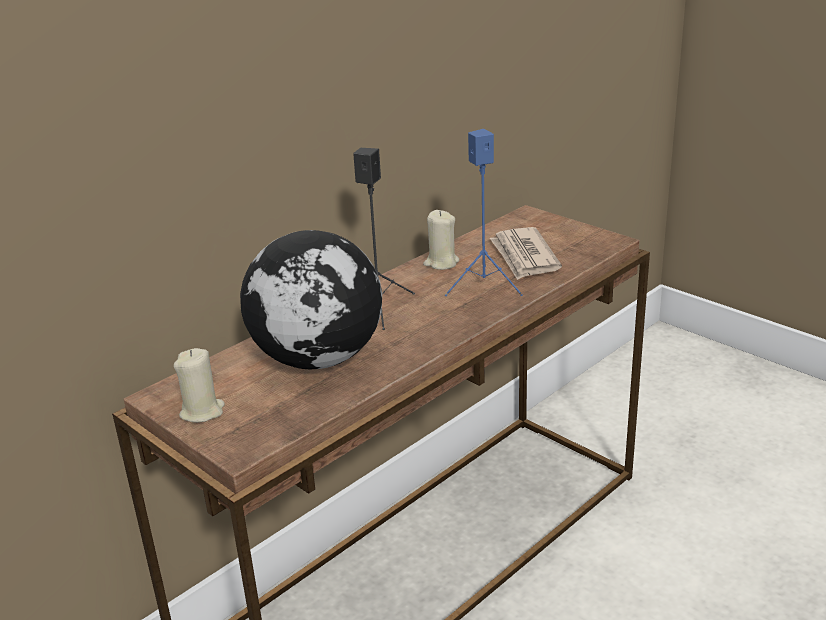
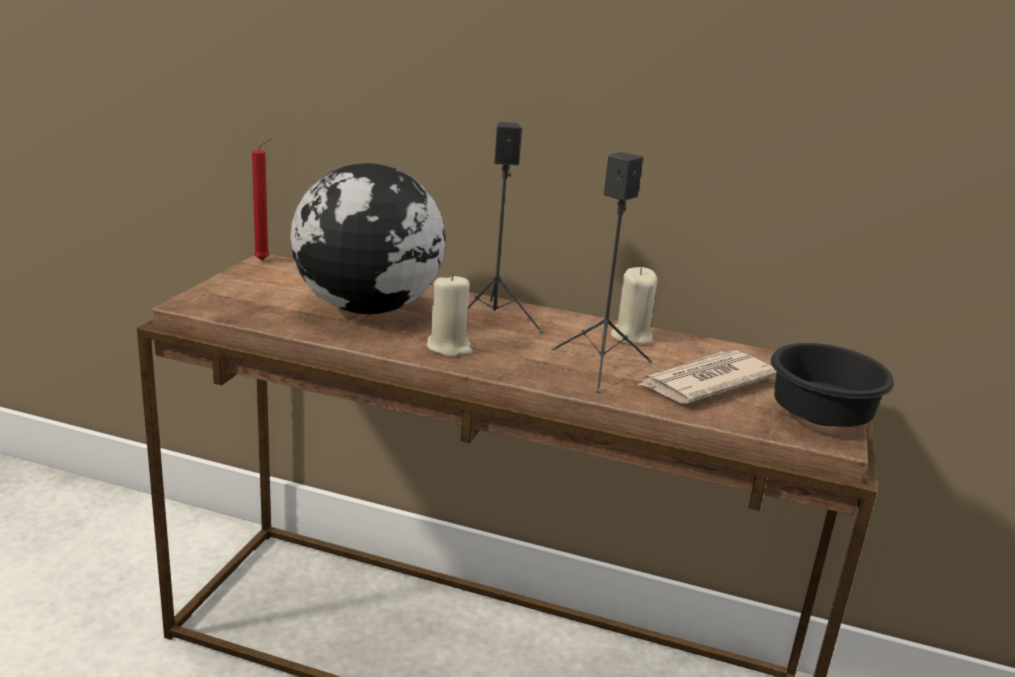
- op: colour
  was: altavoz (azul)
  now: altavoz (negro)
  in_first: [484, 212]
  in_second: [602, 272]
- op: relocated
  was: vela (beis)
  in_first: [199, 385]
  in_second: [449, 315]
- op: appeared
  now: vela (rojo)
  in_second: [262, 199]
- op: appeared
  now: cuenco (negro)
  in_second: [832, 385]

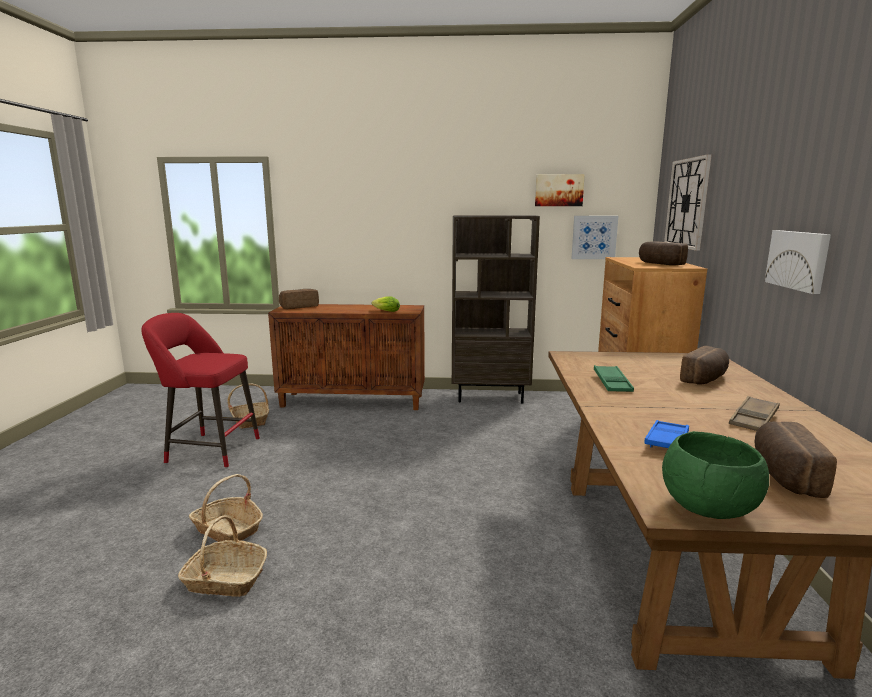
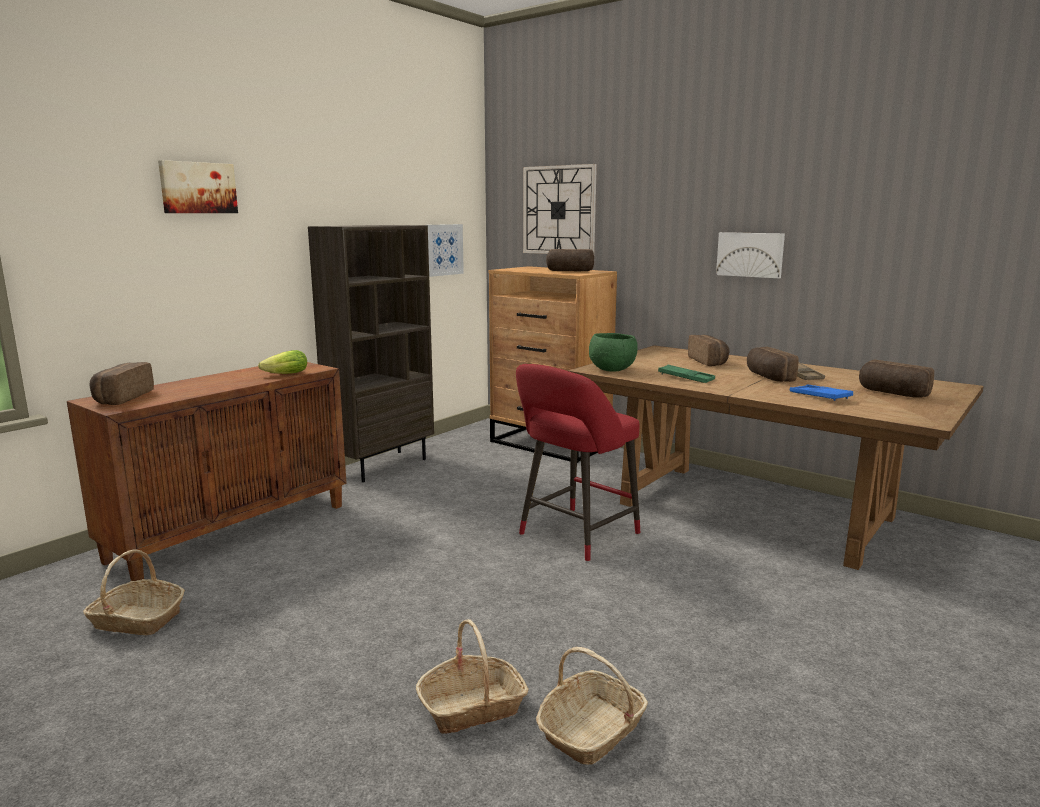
- op: relocated
  was: cuadro
  in_first: [560, 190]
  in_second: [198, 186]
- op: relocated
  was: taburete (rojo)
  in_first: [200, 390]
  in_second: [578, 463]
- op: relocated
  was: cuenco (verde)
  in_first: [715, 475]
  in_second: [613, 352]
- op: appeared
  now: pan
  in_second: [772, 364]

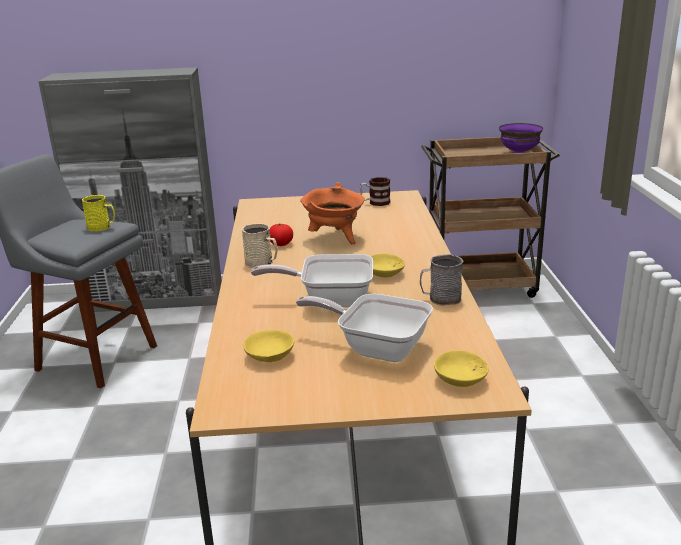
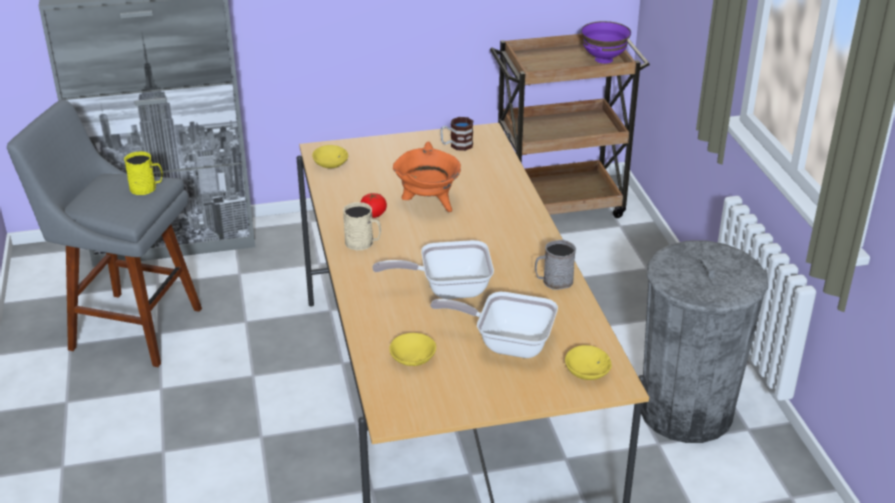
- op: relocated
  was: cuenco (amarillo)
  in_first: [388, 265]
  in_second: [330, 156]
- op: appeared
  now: papelera (gris)
  in_second: [704, 342]

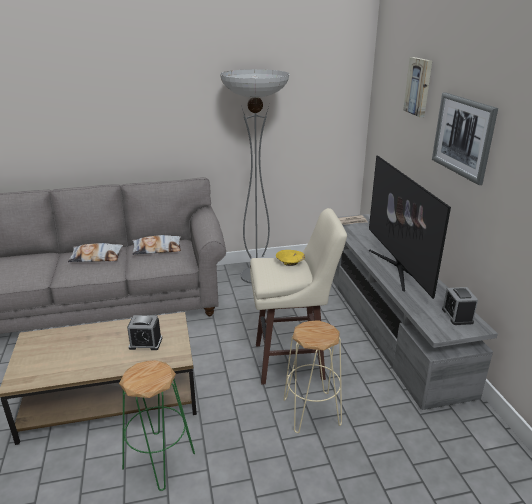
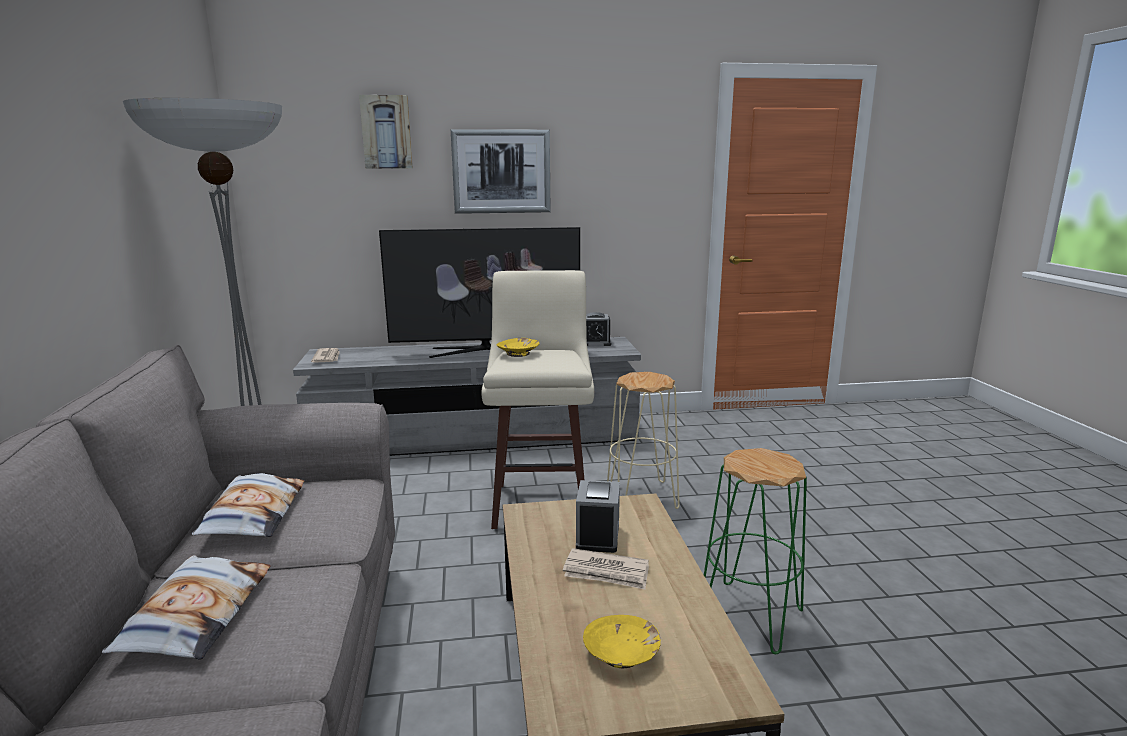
- op: appeared
  now: periódico
  in_second: [606, 569]
- op: appeared
  now: cuenco (amarillo)
  in_second: [622, 641]

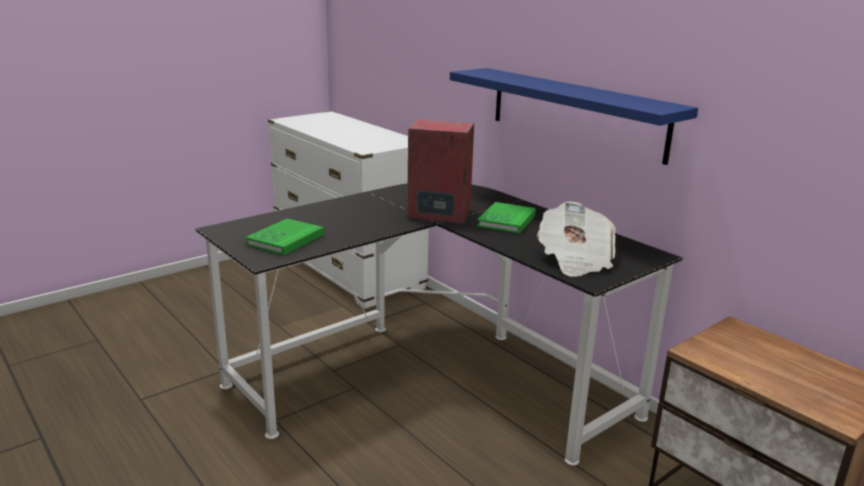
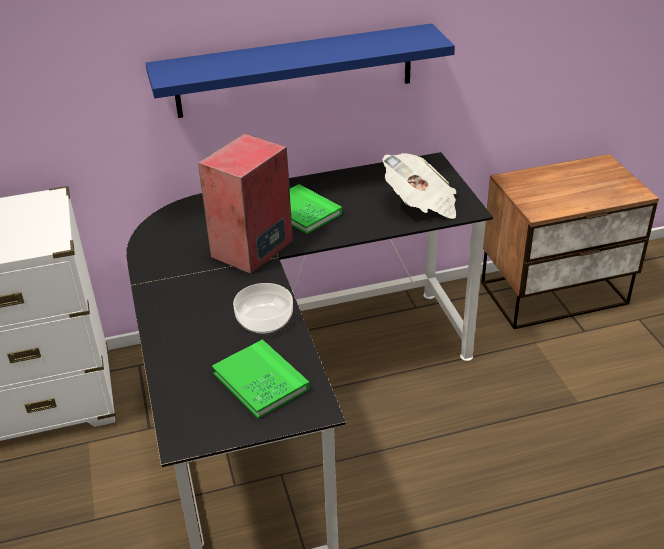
- op: appeared
  now: cuenco
  in_second: [263, 308]

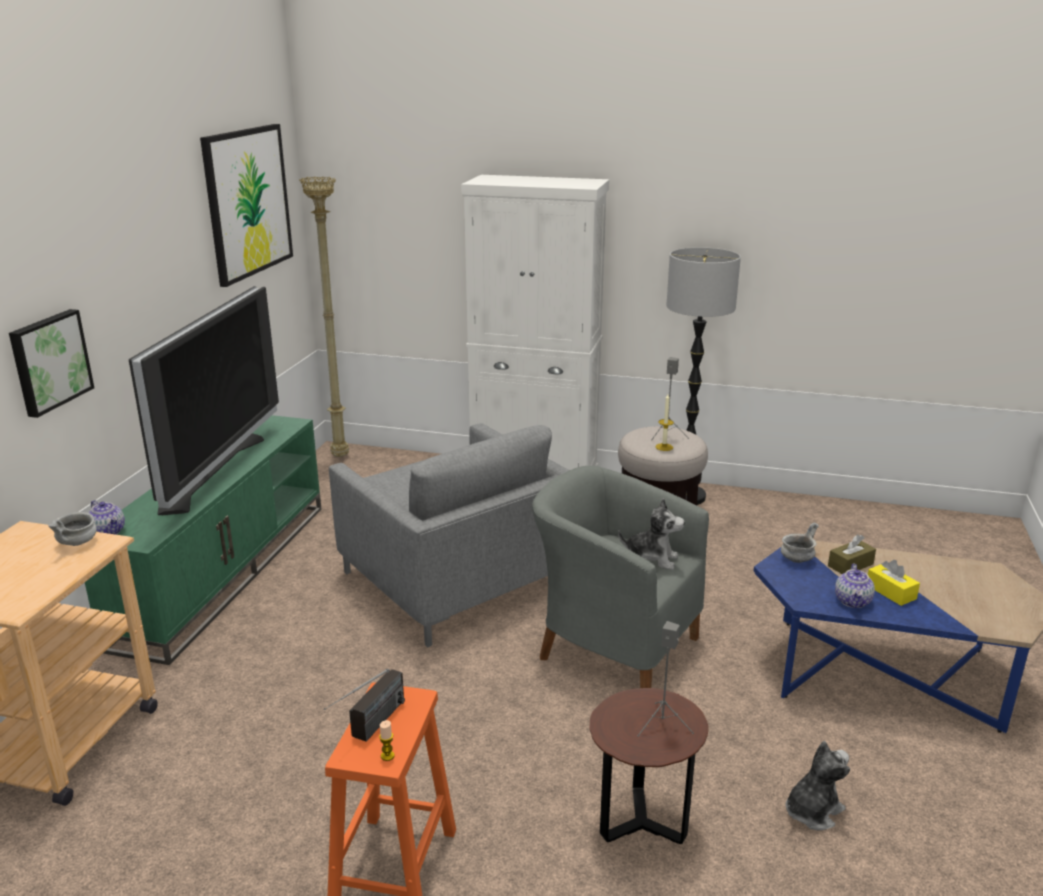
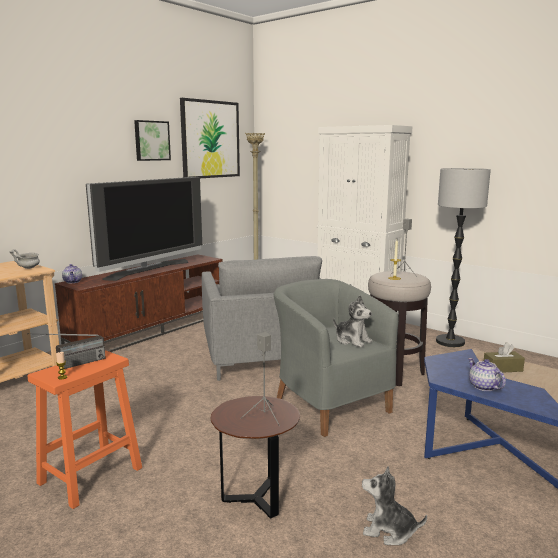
- op: relocated
  was: cuadro
  in_first: [51, 363]
  in_second: [152, 140]
- op: colour
  was: mueble de televisión (verde)
  now: mueble de televisión (marrón)
  in_first: [203, 540]
  in_second: [139, 303]
- op: missing
  was: cuenco (gris)
  in_first: [800, 543]
- op: missing
  was: caja de pañuelos (amarillo)
  in_first: [894, 583]
- op: spun
  was: tetera
  in_first: [855, 586]
  in_second: [487, 374]
  clockwise: 120
- op: spun
  was: peluche
  in_first: [817, 786]
  in_second: [394, 505]
  clockwise: -150

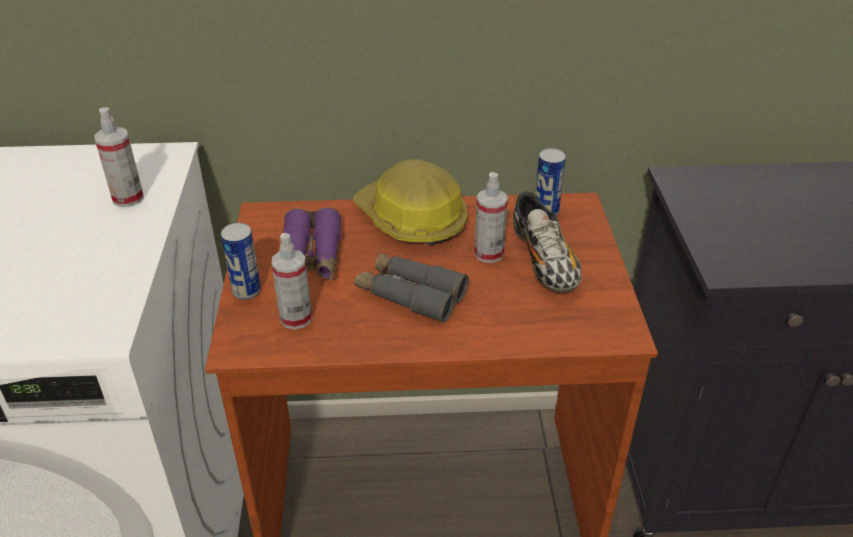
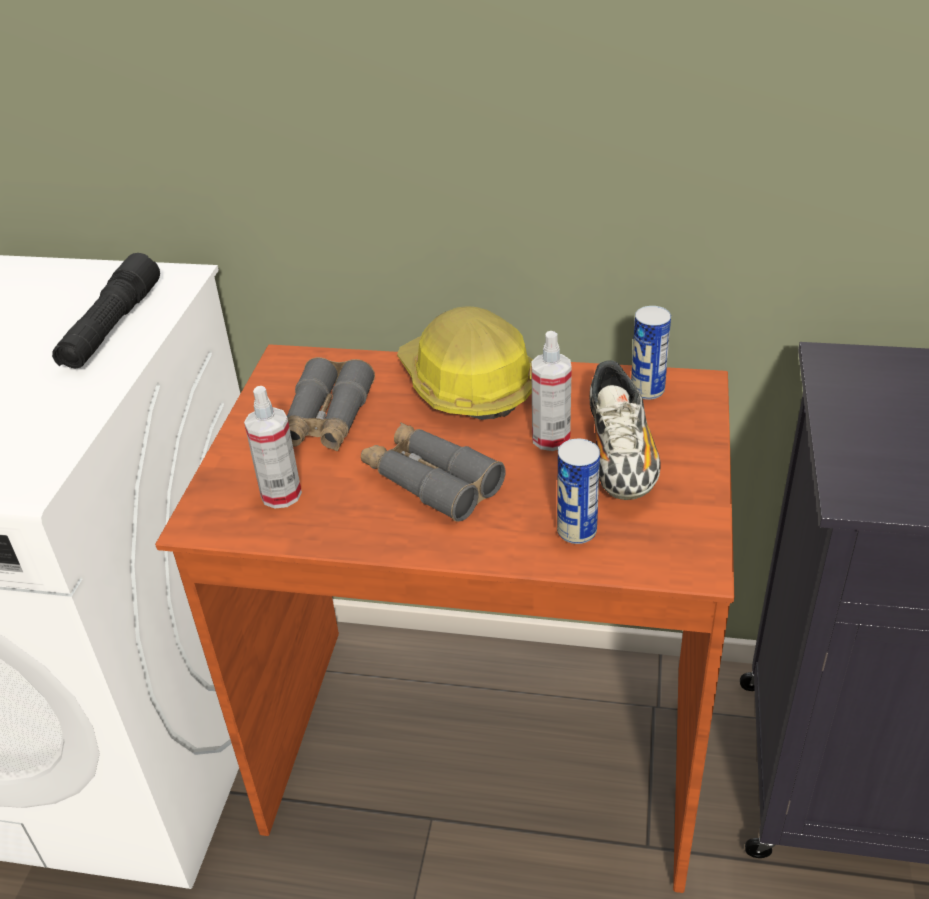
- op: exchanged
  was: pulverizador
  now: linterna (negro)
  in_first: [119, 157]
  in_second: [106, 310]
- op: colour
  was: prismáticos (morado)
  now: prismáticos (gris)
  in_first: [312, 243]
  in_second: [331, 404]
- op: relocated
  was: lata
  in_first: [241, 261]
  in_second: [578, 491]

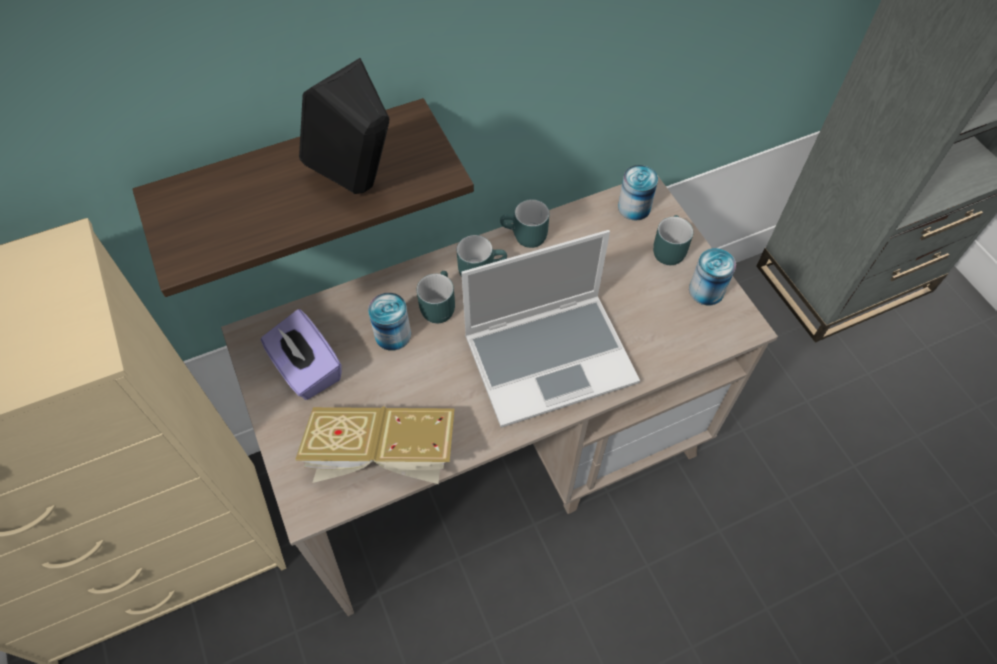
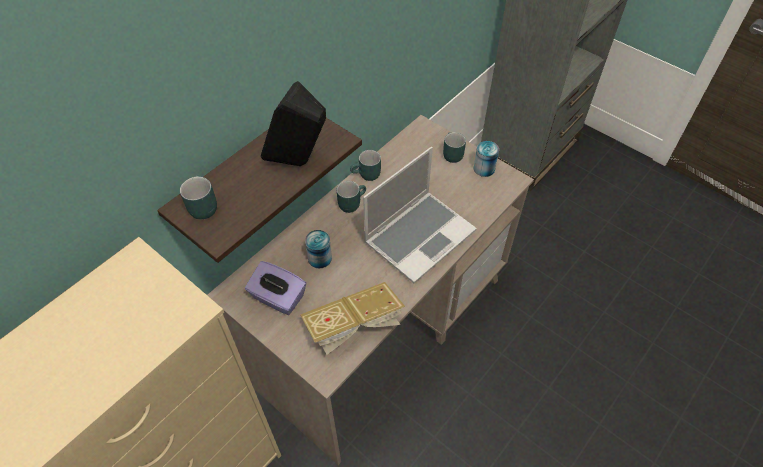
- op: missing
  was: lata
  in_first: [638, 193]
- op: relocated
  was: taza grande (turquesa)
  in_first: [436, 297]
  in_second: [198, 198]

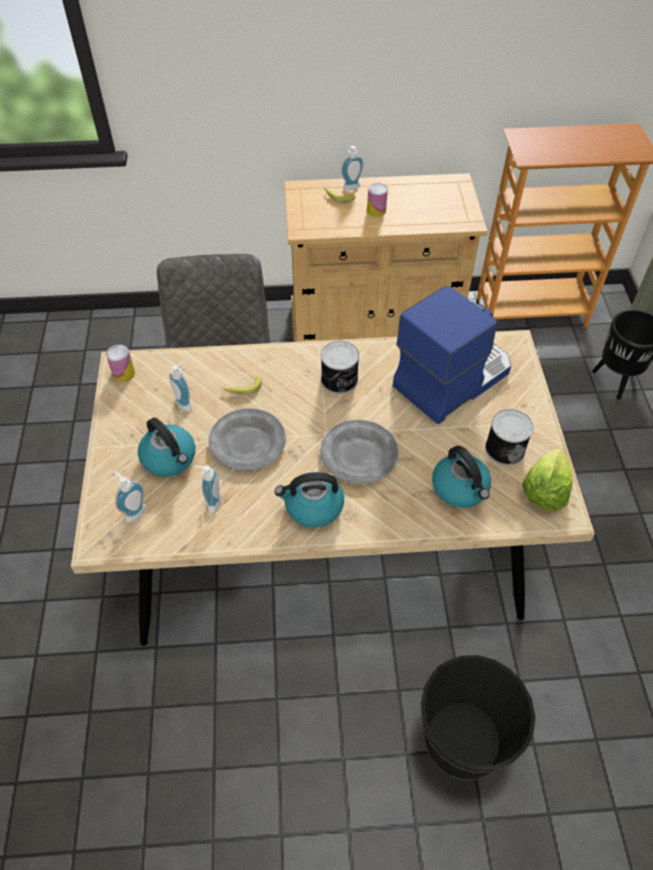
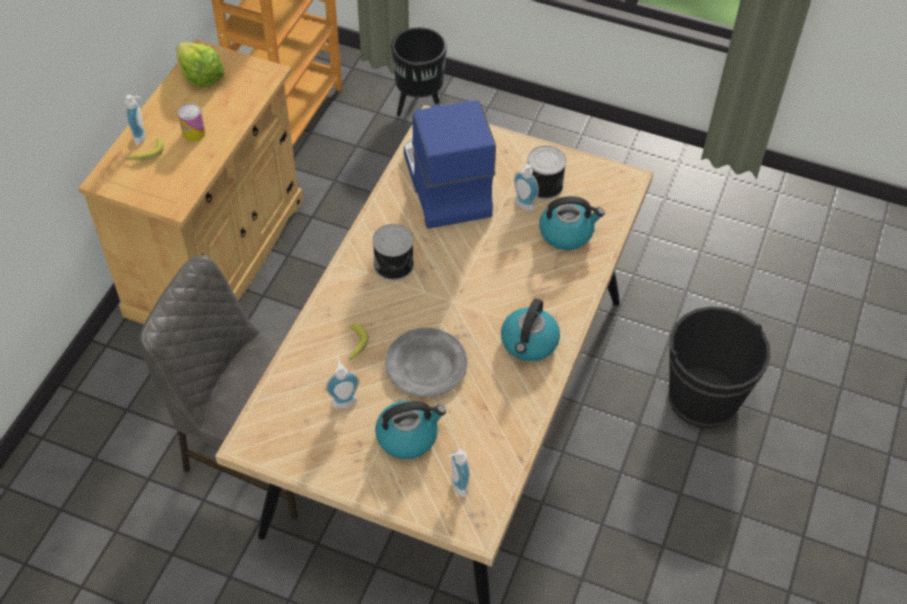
- op: missing
  was: lata
  in_first: [120, 363]
- op: missing
  was: plato (gris)
  in_first: [359, 452]
- op: relocated
  was: lechuga
  in_first: [547, 480]
  in_second: [200, 64]
- op: relocated
  was: dispensador de jabón
  in_first: [207, 489]
  in_second: [526, 187]

